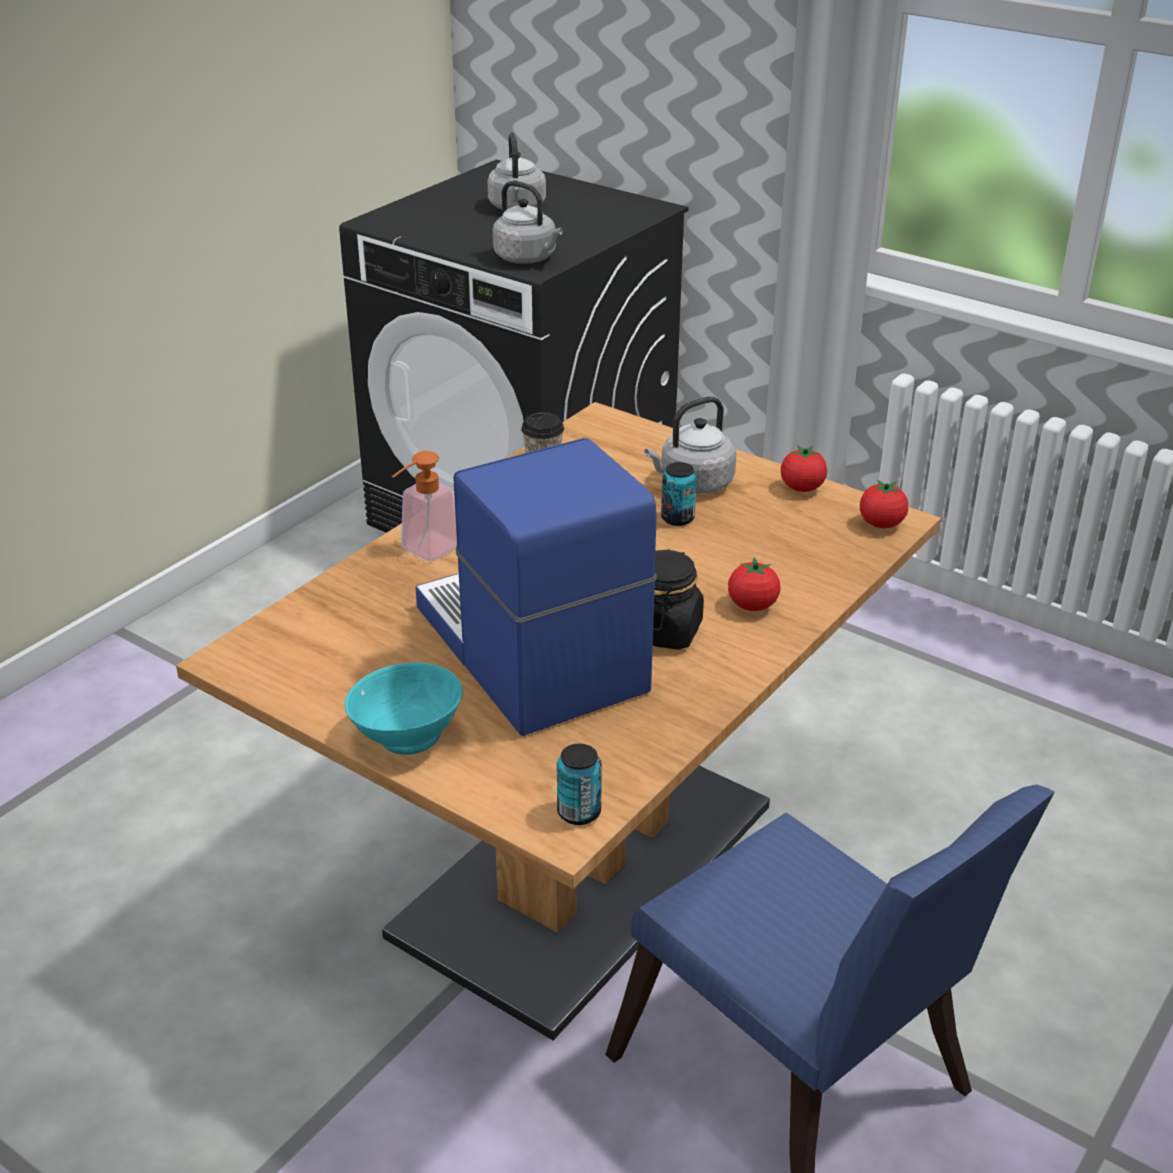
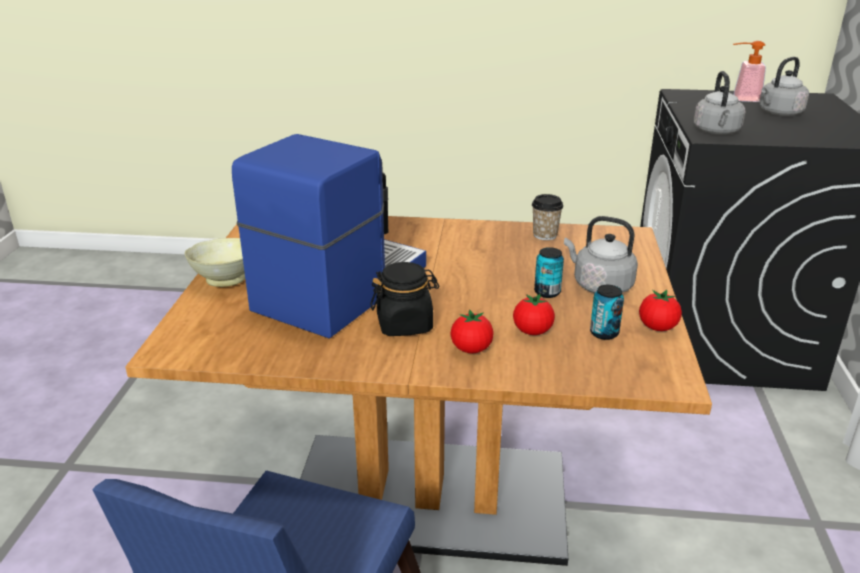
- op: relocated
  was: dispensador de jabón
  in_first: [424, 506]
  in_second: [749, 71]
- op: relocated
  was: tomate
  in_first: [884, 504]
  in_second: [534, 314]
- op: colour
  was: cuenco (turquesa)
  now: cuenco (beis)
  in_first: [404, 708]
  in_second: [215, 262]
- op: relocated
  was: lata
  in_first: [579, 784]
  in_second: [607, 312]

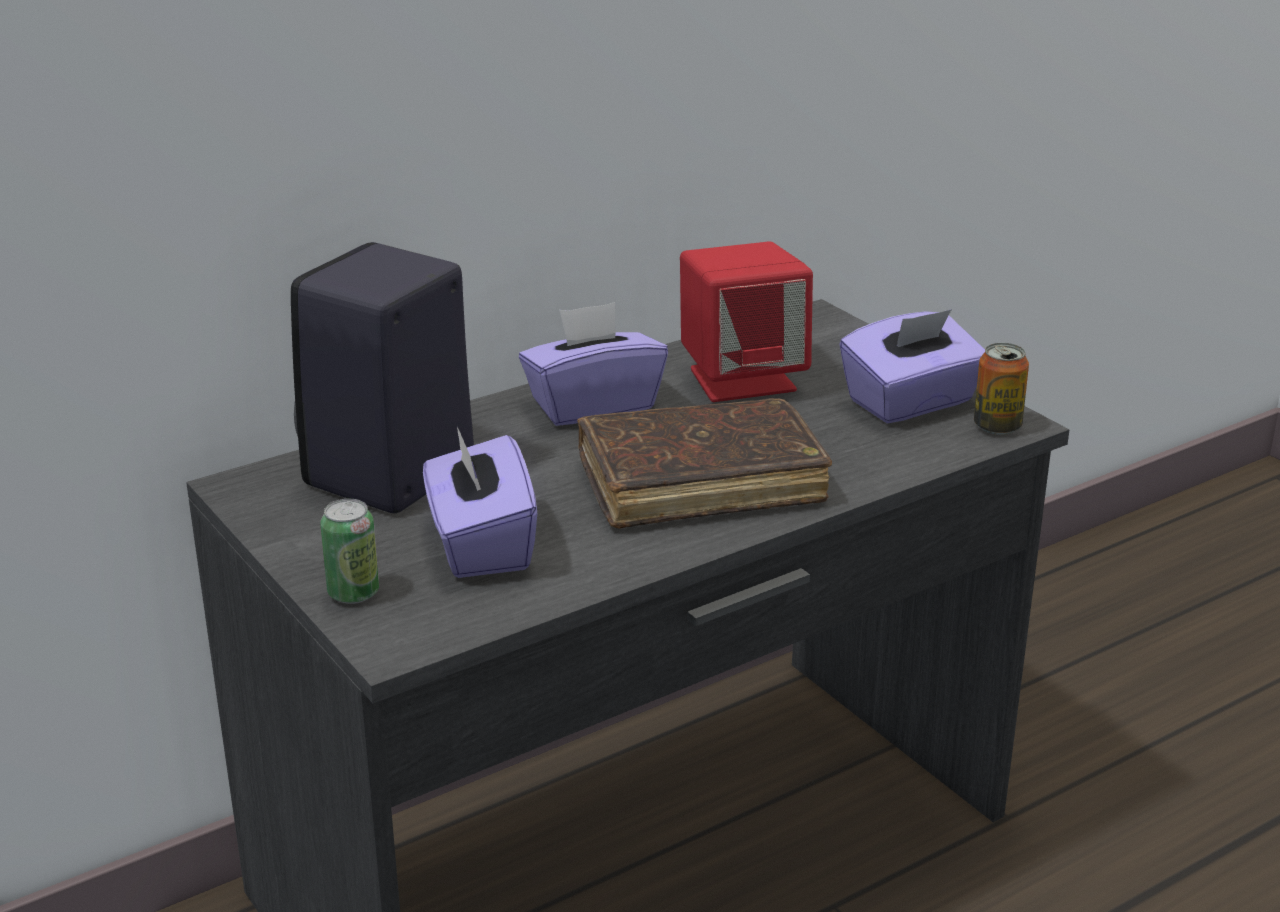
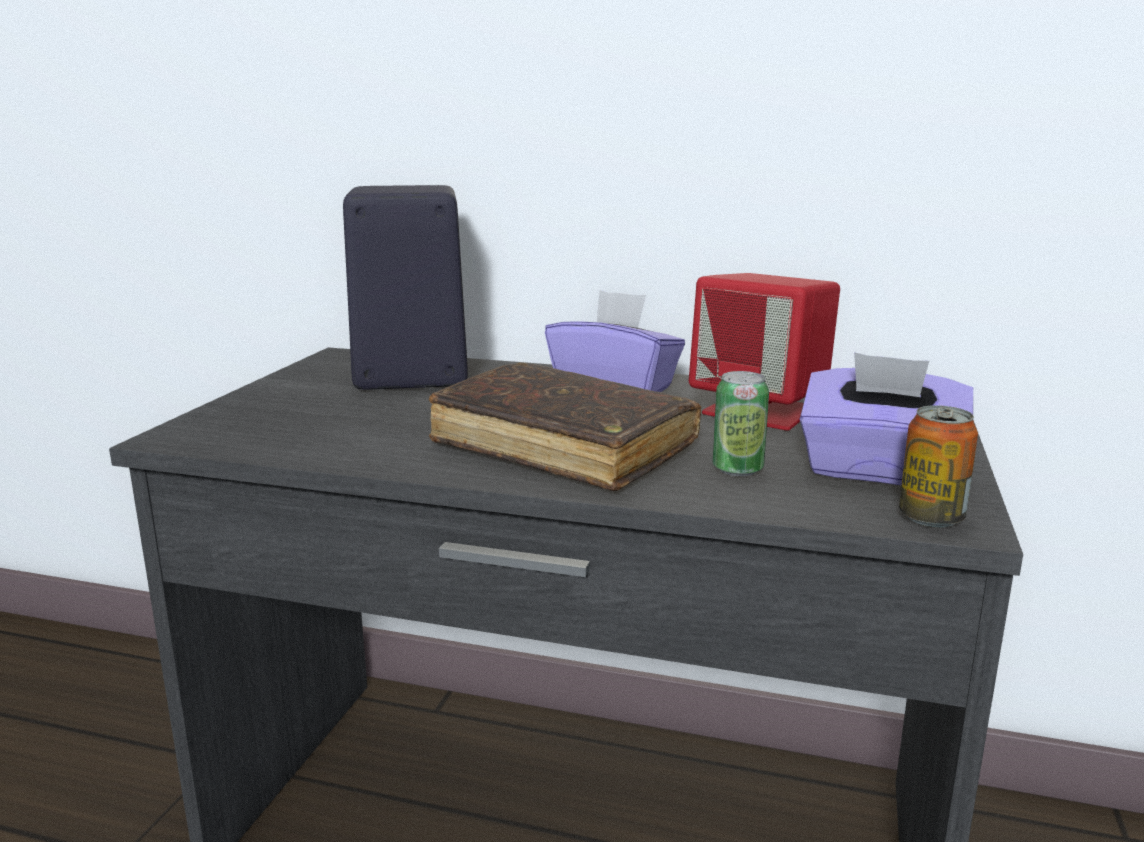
- op: missing
  was: caja de pañuelos (morado)
  in_first: [480, 502]
- op: relocated
  was: lata
  in_first: [349, 551]
  in_second: [741, 423]

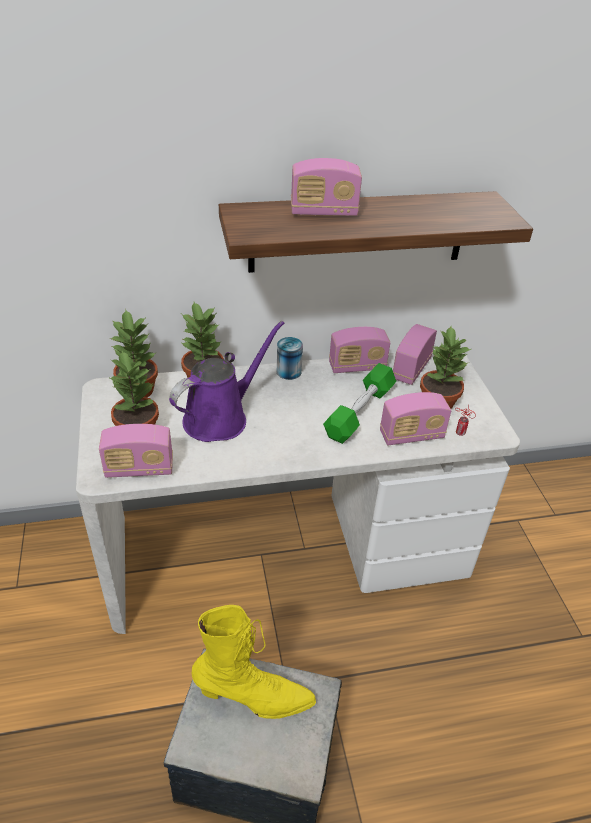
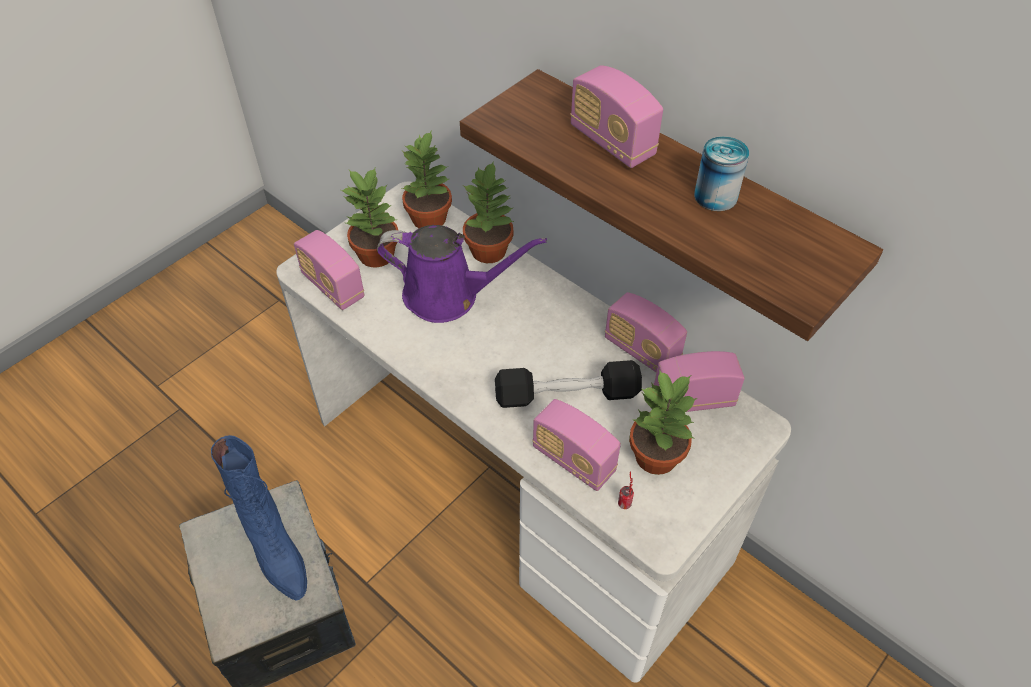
- op: relocated
  was: lata
  in_first: [290, 358]
  in_second: [721, 173]
- op: colour
  was: mancuerna (verde)
  now: mancuerna (negro)
  in_first: [359, 403]
  in_second: [568, 384]
- op: colour
  was: bota (amarillo)
  now: bota (azul)
  in_first: [254, 662]
  in_second: [259, 518]

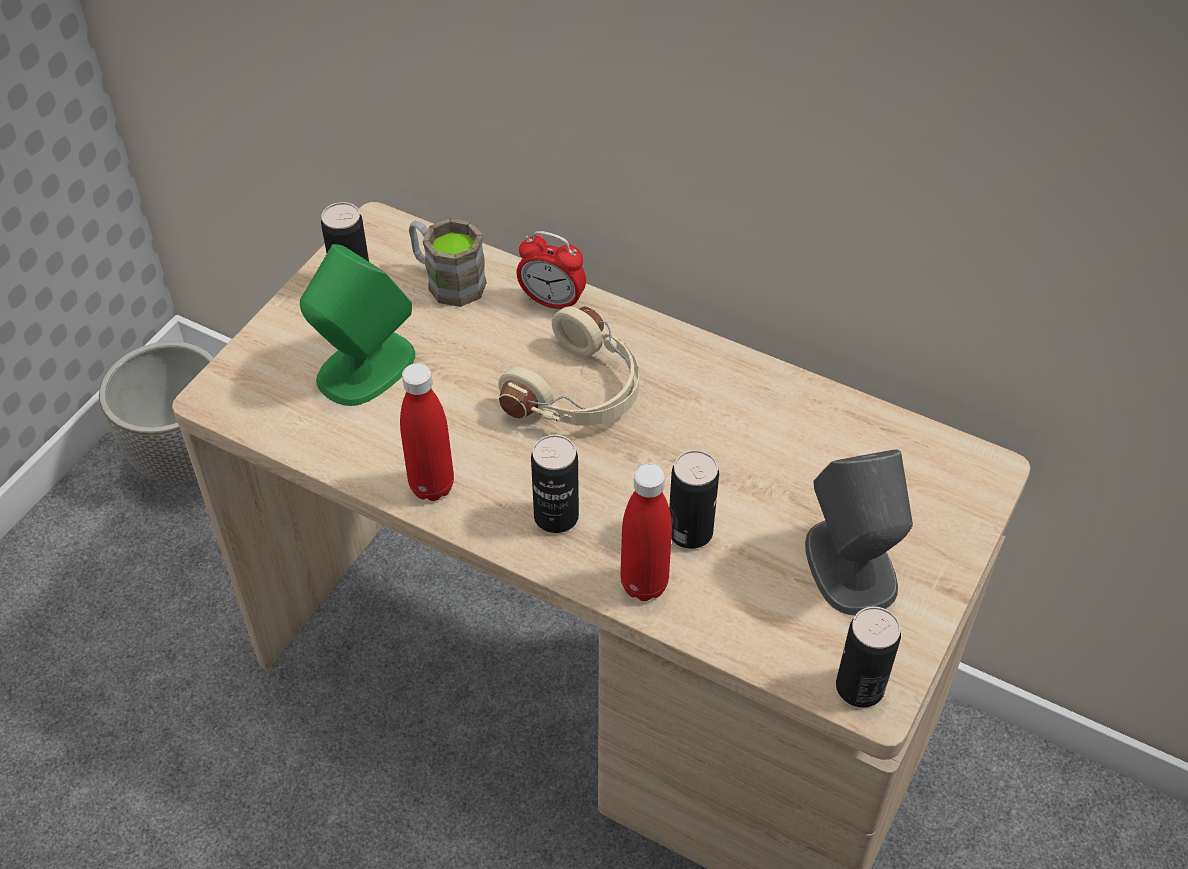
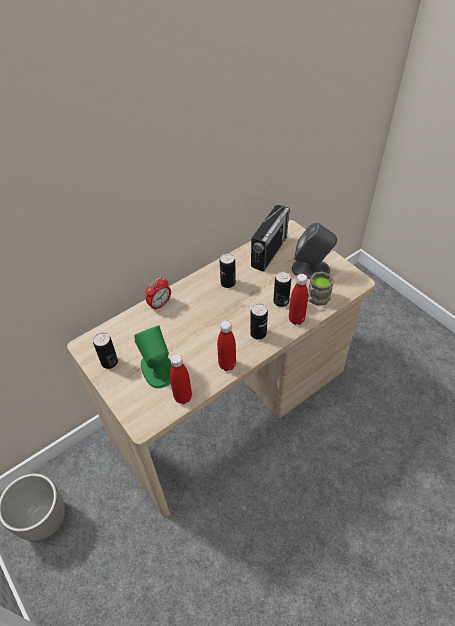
- op: relocated
  was: taza grande (marrón)
  in_first: [448, 262]
  in_second: [320, 288]
- op: missing
  was: auriculares (beis)
  in_first: [568, 366]
- op: relocated
  was: lata
  in_first: [868, 657]
  in_second: [228, 270]
- op: appeared
  now: radio
  in_second: [270, 238]
- op: appeared
  now: botella (rojo)
  in_second: [181, 379]

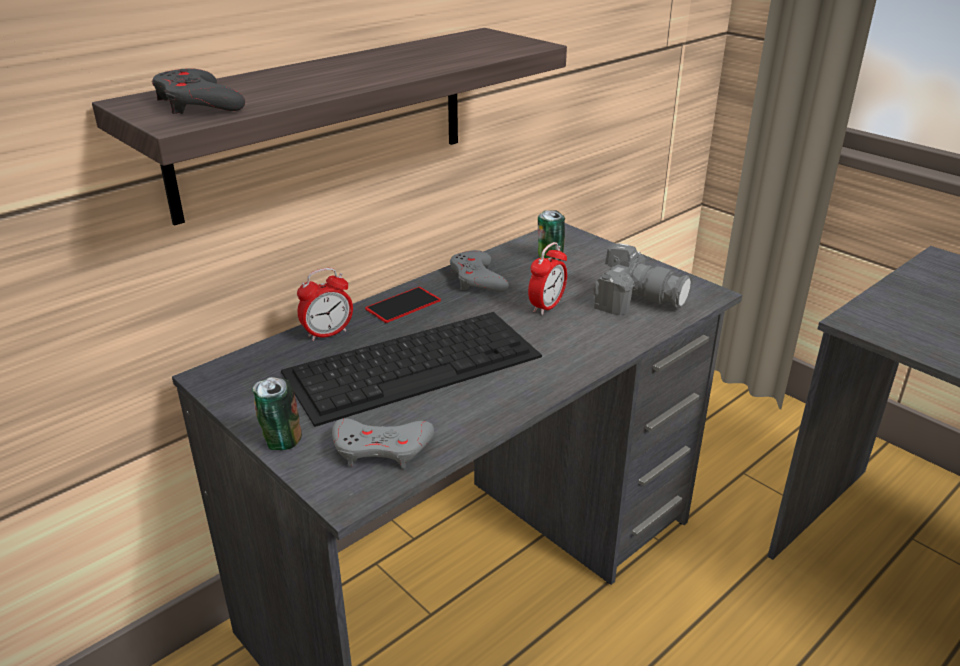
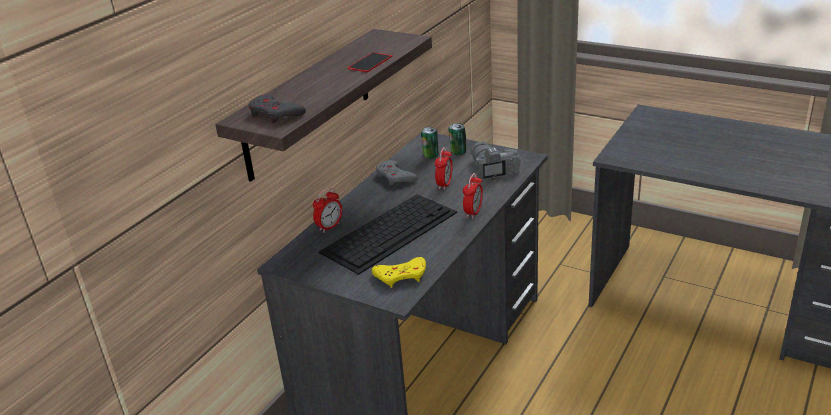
- op: spun
  was: cámara
  in_first: [642, 279]
  in_second: [496, 160]
  clockwise: -120
- op: relocated
  was: móvil
  in_first: [403, 305]
  in_second: [370, 62]
- op: relocated
  was: lata
  in_first: [277, 413]
  in_second: [457, 139]
- op: colour
  was: mando de consola (gris)
  now: mando de consola (amarillo)
  in_first: [383, 443]
  in_second: [399, 272]
- op: appeared
  now: despertador
  in_second: [473, 196]

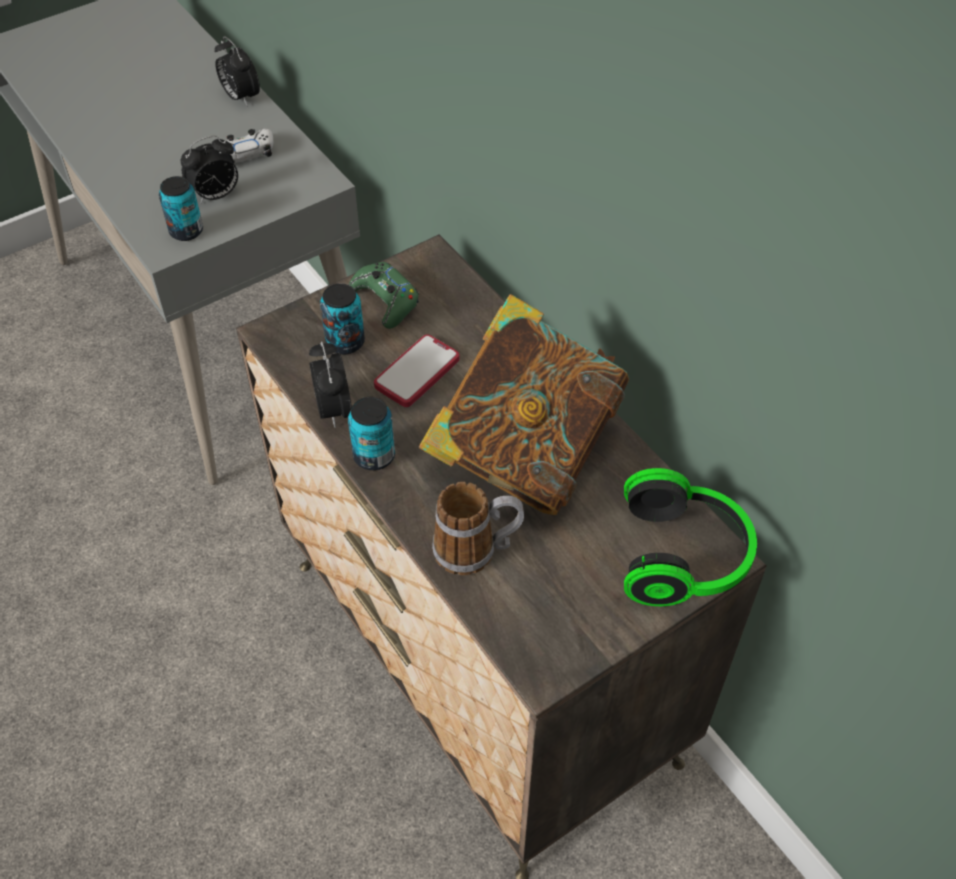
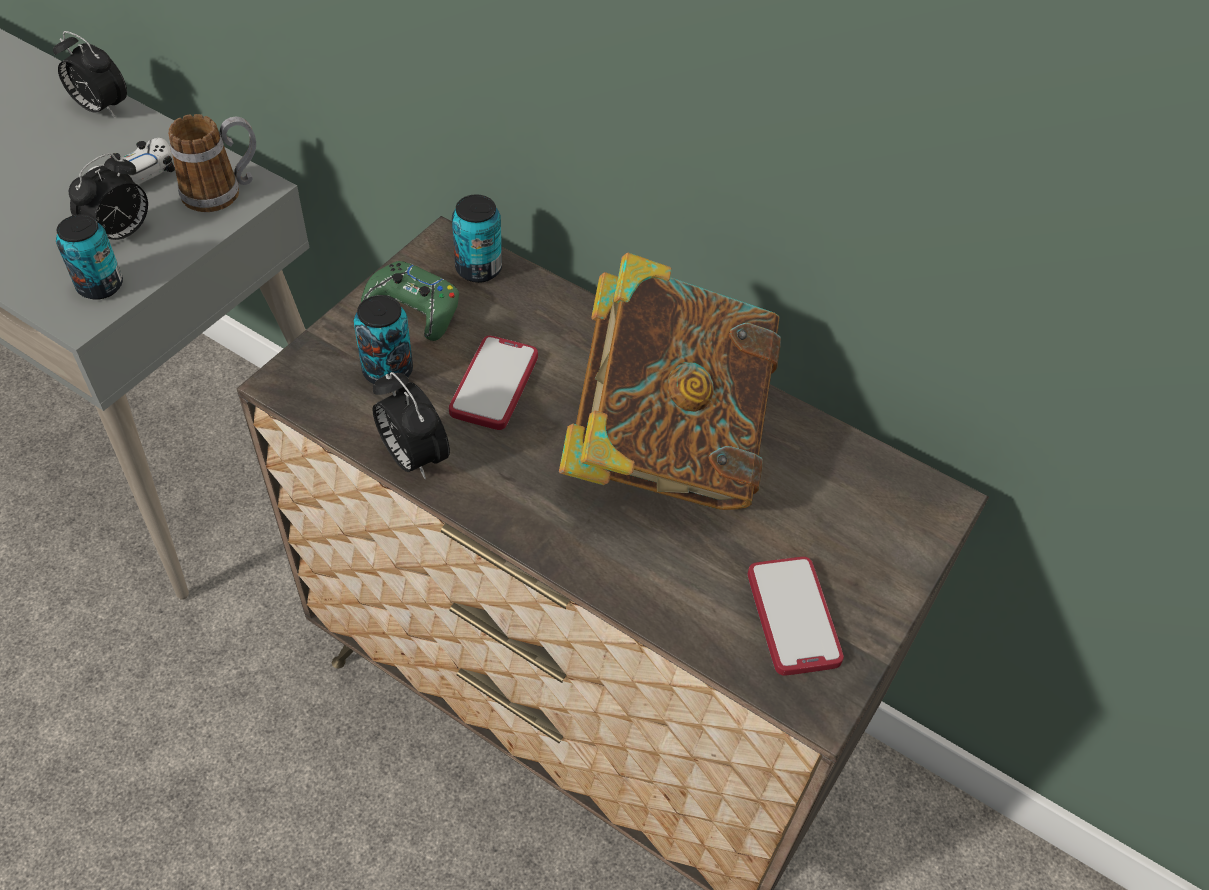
- op: relocated
  was: lata
  in_first: [371, 433]
  in_second: [477, 238]
- op: missing
  was: auriculares
  in_first: [690, 537]
- op: relocated
  was: taza grande
  in_first: [478, 528]
  in_second: [212, 163]
- op: appeared
  now: móvil
  in_second: [796, 616]

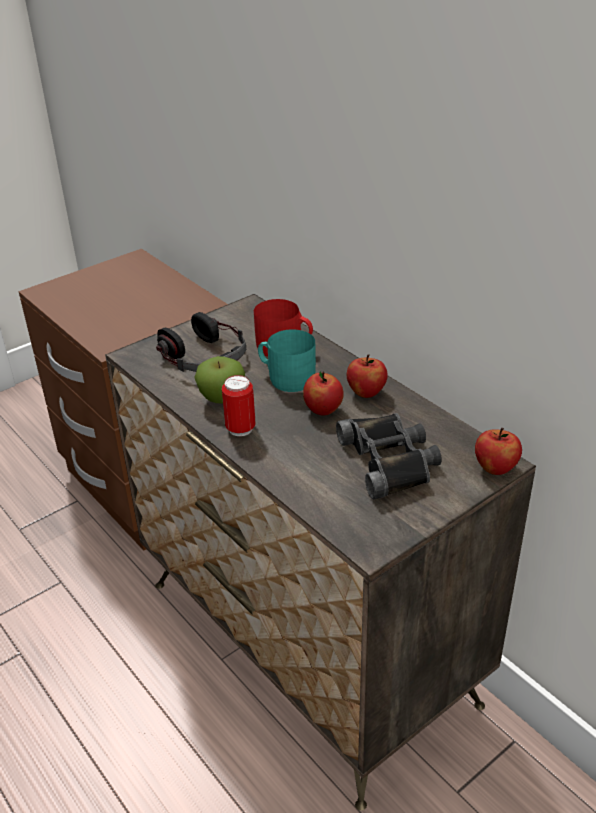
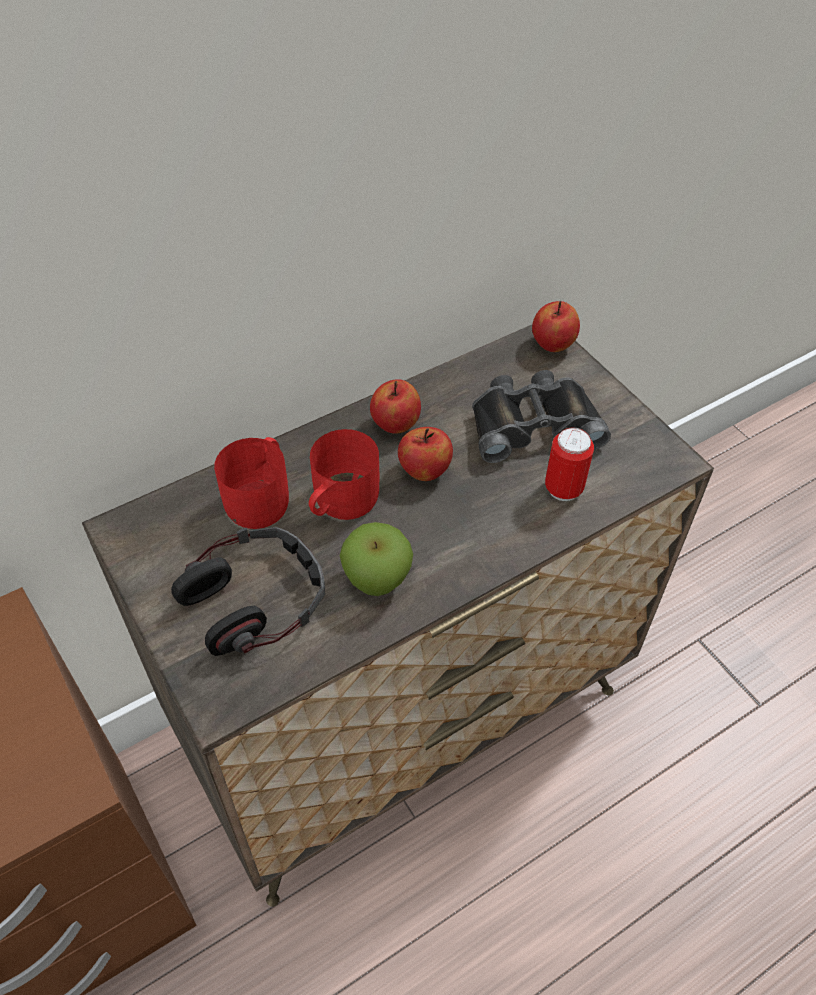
- op: colour
  was: taza grande (turquesa)
  now: taza grande (rojo)
  in_first: [287, 360]
  in_second: [344, 474]
- op: relocated
  was: lata
  in_first: [238, 405]
  in_second: [569, 464]

